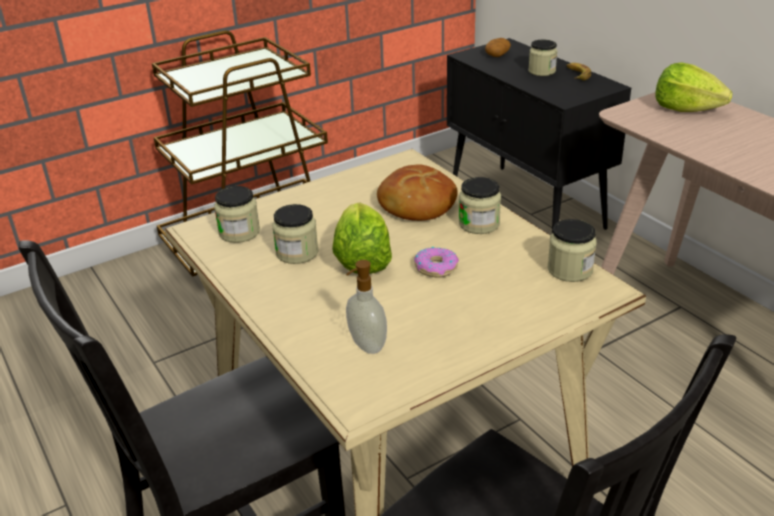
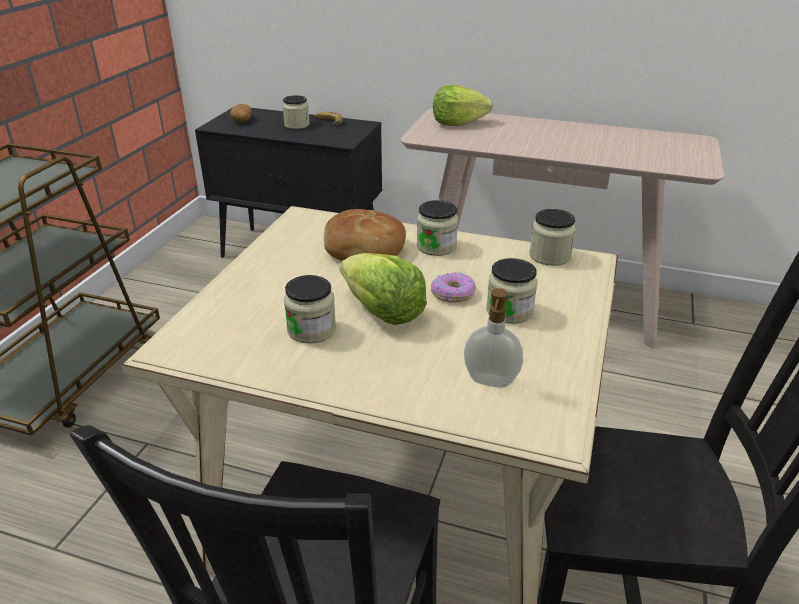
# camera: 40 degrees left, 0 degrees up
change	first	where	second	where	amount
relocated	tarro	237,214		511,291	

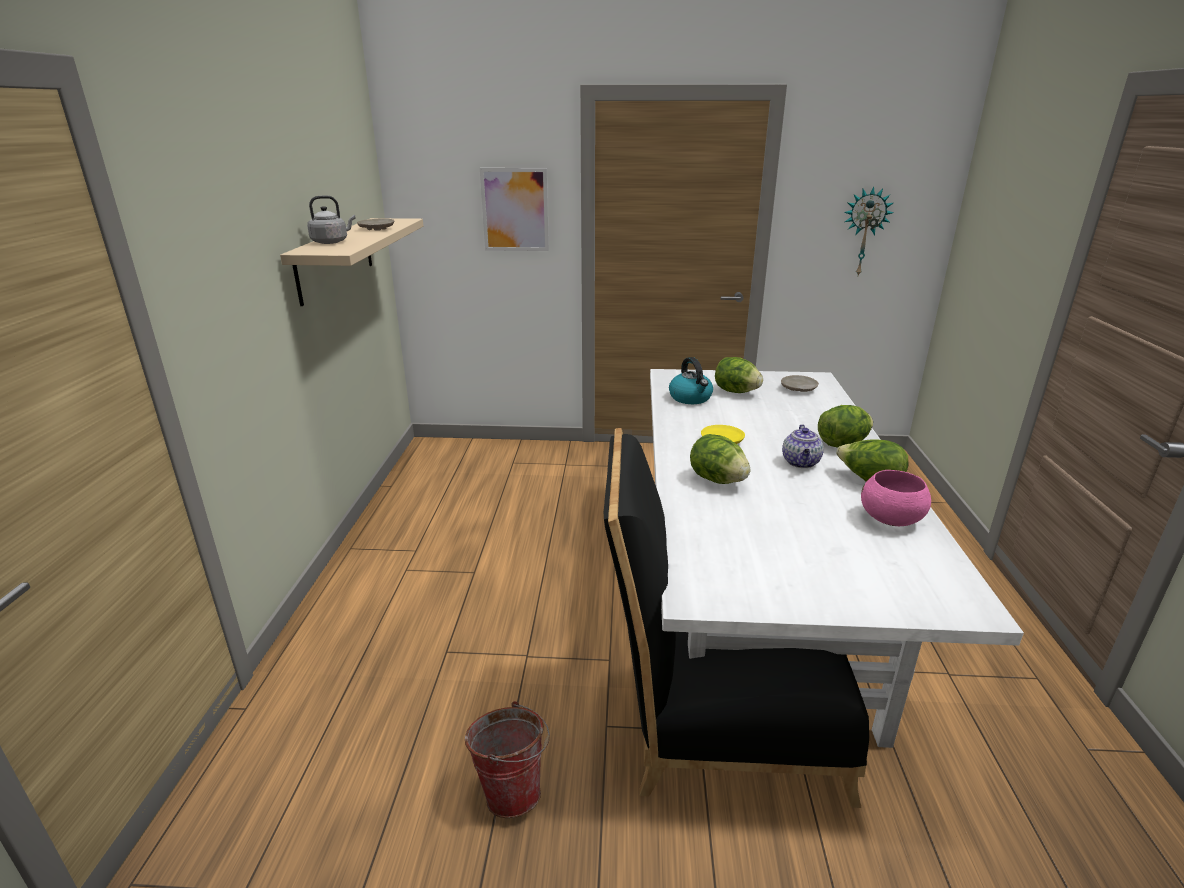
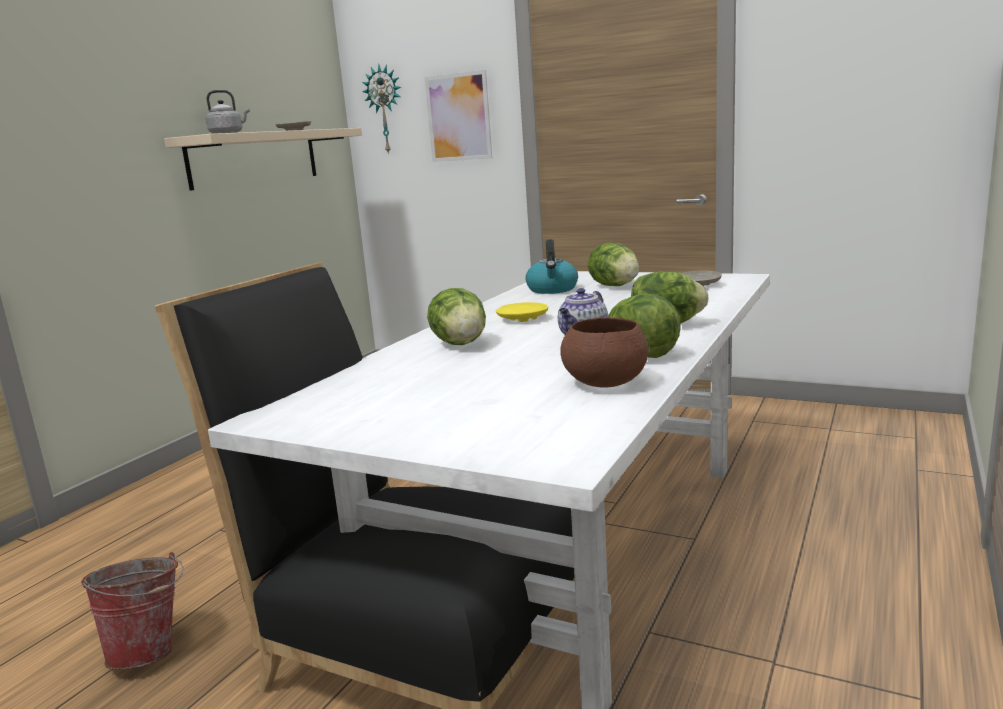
# camera: 25 degrees right, 10 degrees down
change	first	where	second	where	amount
relocated	reloj de pared	869,231		381,109	
colour	cuenco (rosa)	896,498	cuenco (marrón)	604,352	

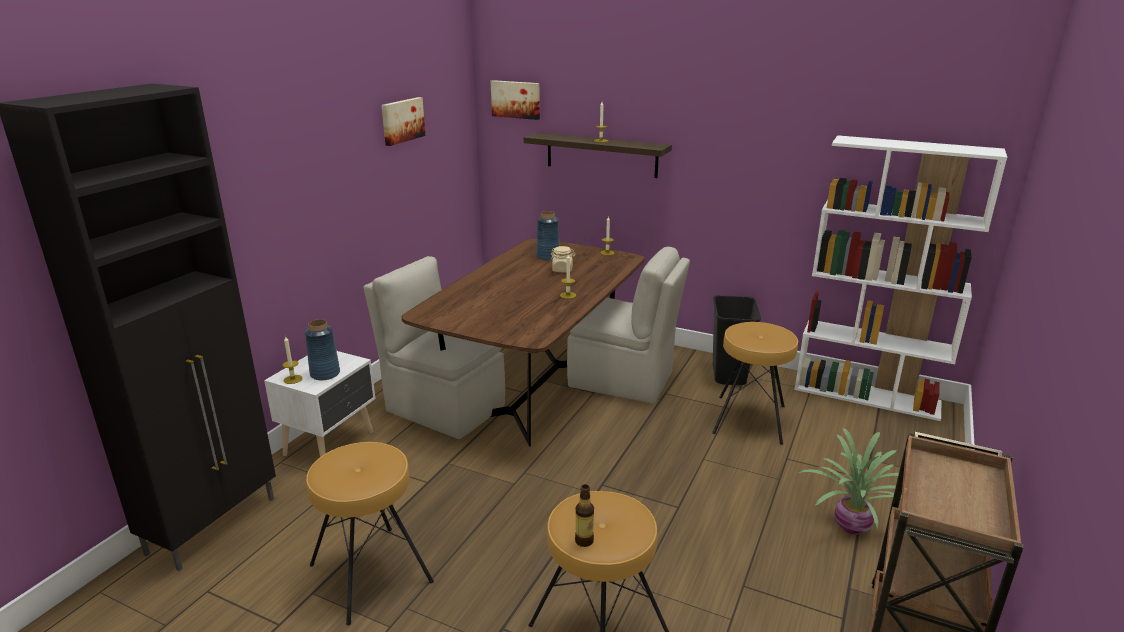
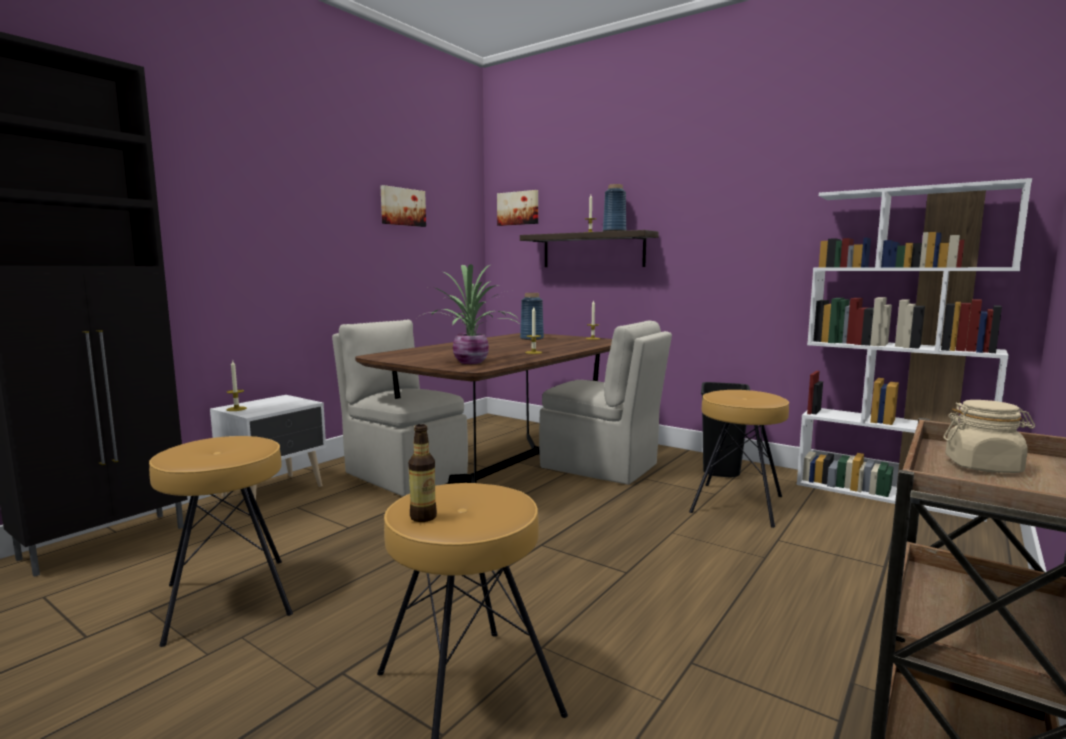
# camera: 10 degrees right, 15 degrees down
change	first	where	second	where	amount
relocated	tarro (beis)	563,259		989,436	
relocated	florero (azul)	322,349		614,207	
relocated	planta en maceta	850,481		468,314	

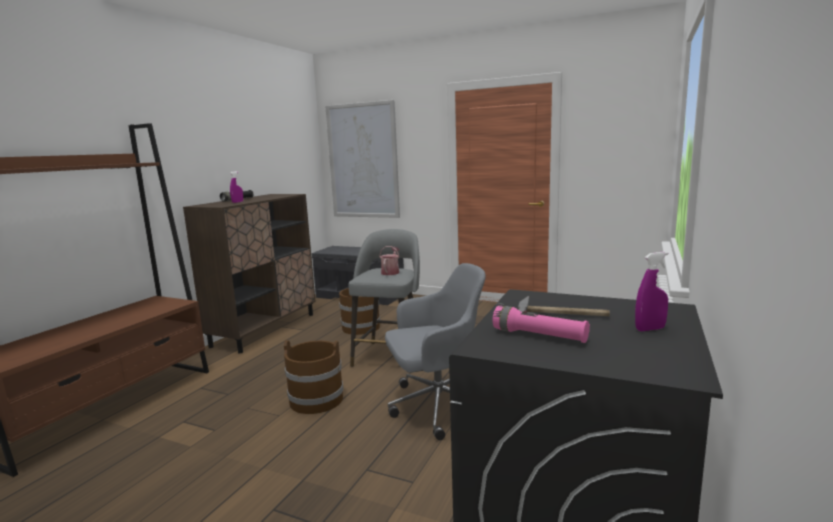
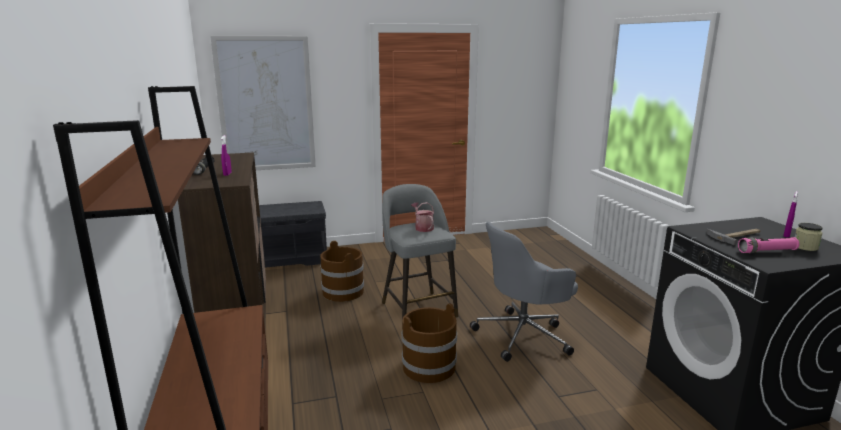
# camera: 40 degrees left, 5 degrees up
change	first	where	second	where	amount
spun	silla de oficina (gris)	435,351		524,292	150 degrees counterclockwise
appeared			tarro	809,237	

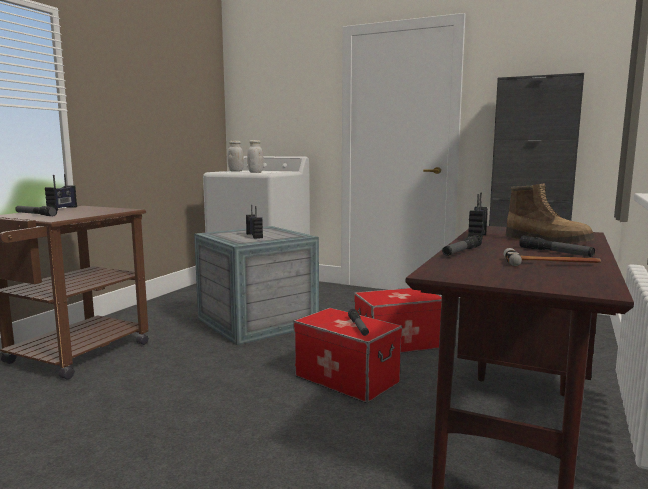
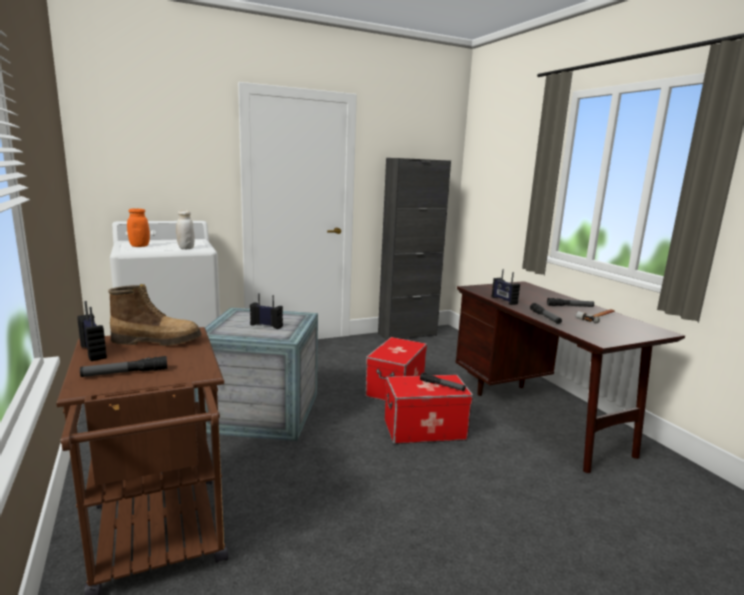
# camera: 50 degrees left, 5 degrees up
change	first	where	second	where	amount
colour	tarro (blanco)	235,156	tarro (naranja)	138,227	
relocated	bota	550,213		155,315	

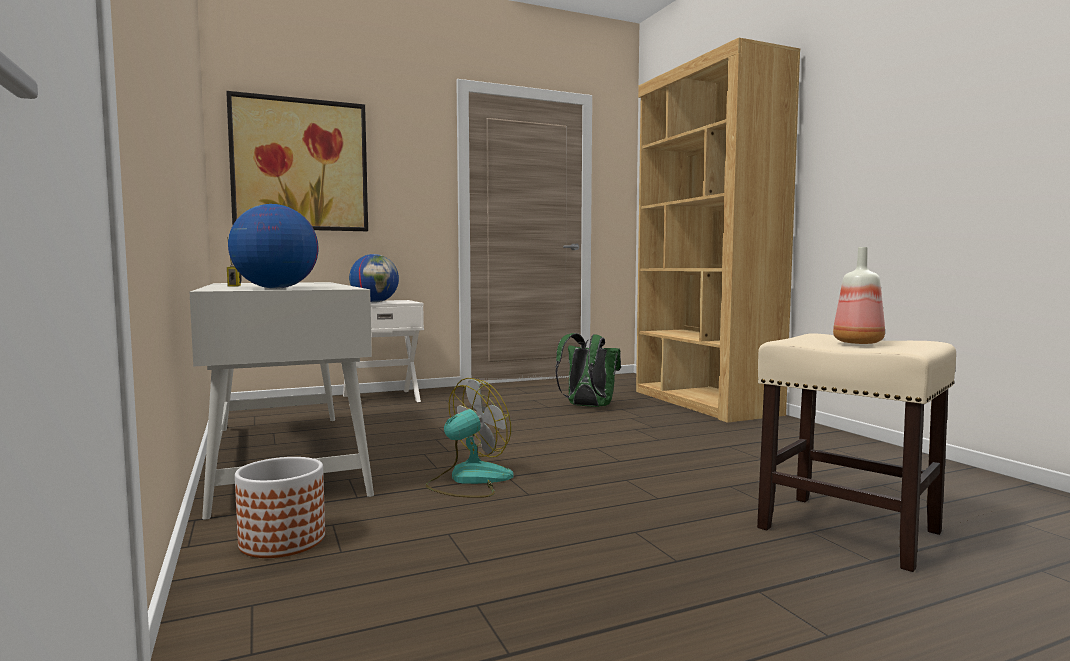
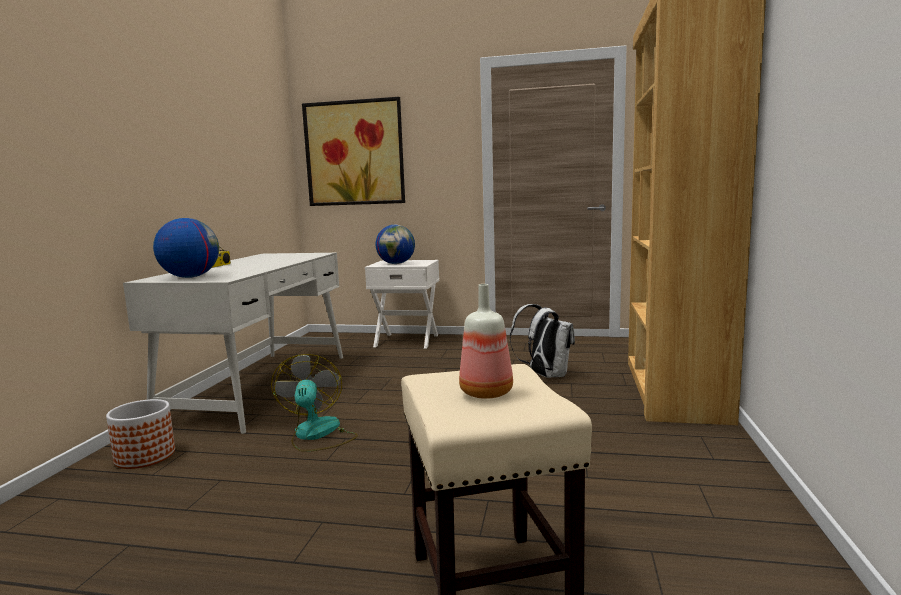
# camera: 35 degrees right, 5 degrees up
change	first	where	second	where	amount
colour	mochila (verde)	588,370	mochila (blanco)	542,341	
spun	ventilador	470,438		314,403	90 degrees counterclockwise

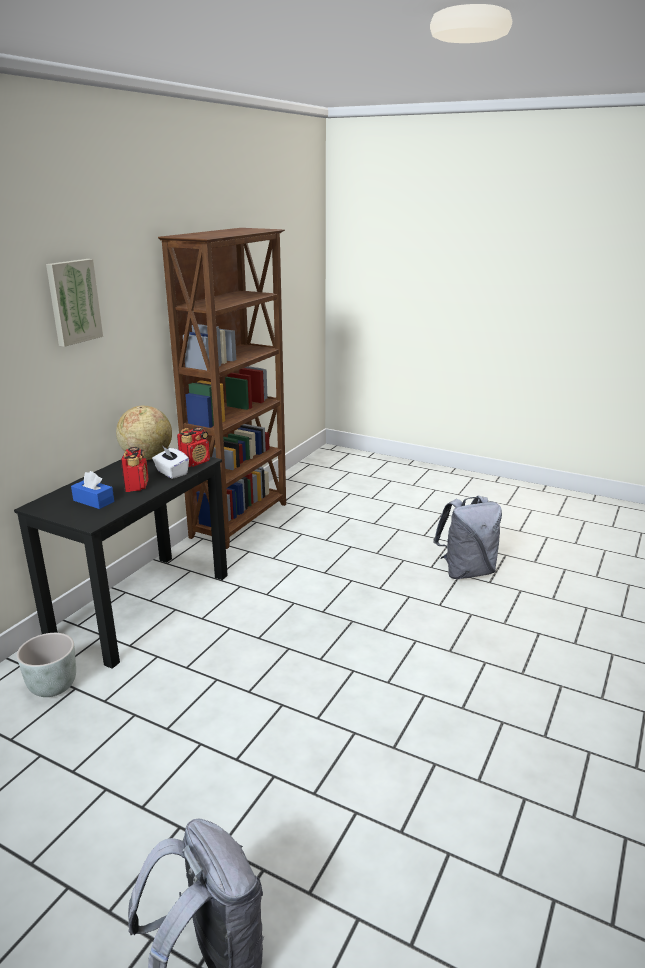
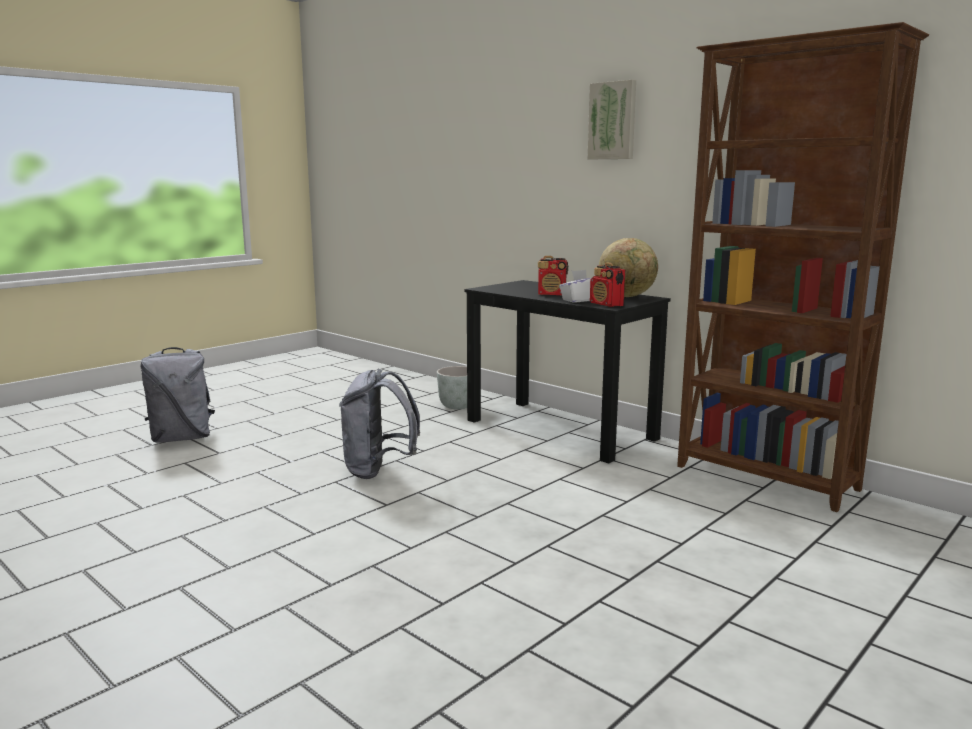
# camera: 105 degrees right, 10 degrees down
change	first	where	second	where	amount
missing	caja de pañuelos (azul)	92,490			
relocated	mochila (gris)	467,537		379,424	

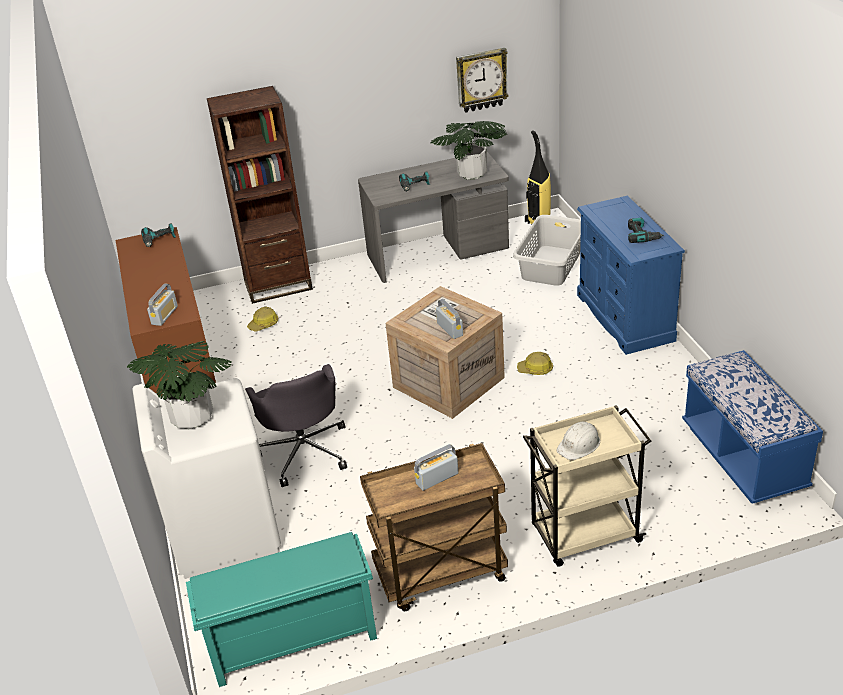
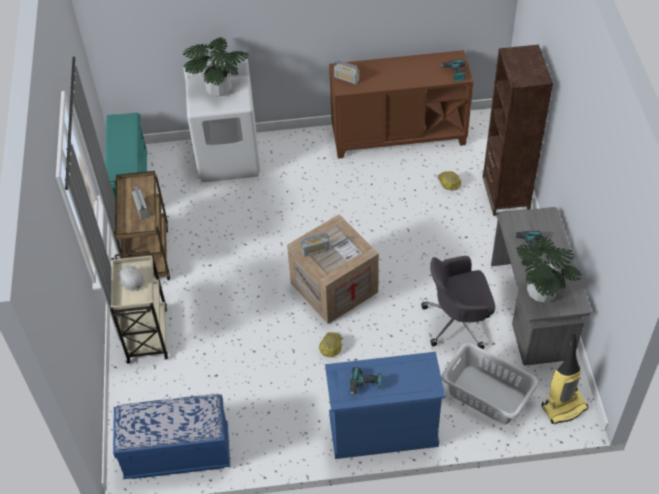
# camera: 100 degrees right, 15 degrees up
change	first	where	second	where	amount
missing	reloj de pared	482,80			
relocated	silla de oficina (gris)	296,425		458,302	

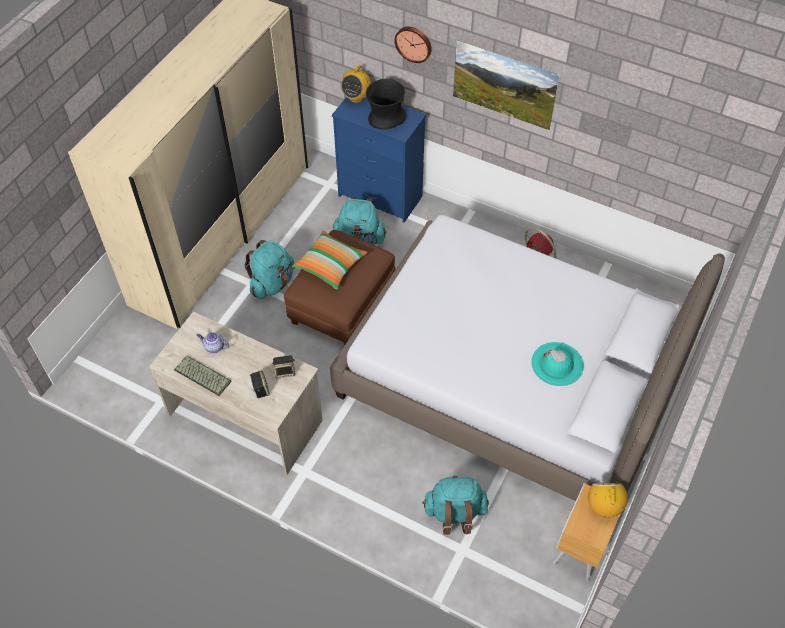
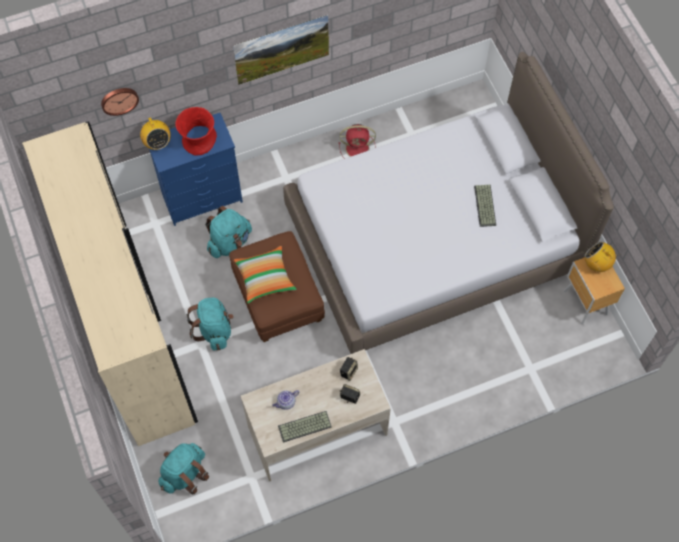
# camera: 50 degrees left, 10 degrees up
change	first	where	second	where	amount
relocated	reloj de pared	413,45		120,102	
colour	florero (negro)	386,104	florero (rojo)	196,131	
exchanged	sombrero (turquesa)	557,364	teclado	485,206	
relocated	mochila (turquesa)	455,505		183,468	

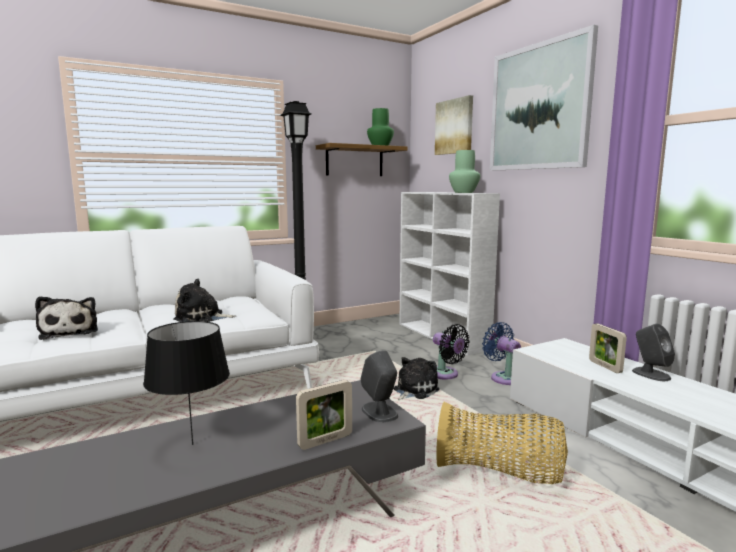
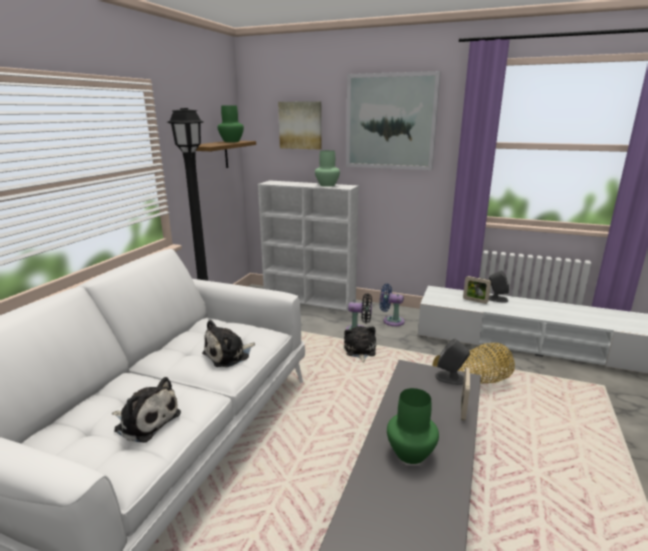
# camera: 40 degrees left, 10 degrees up
change	first	where	second	where	amount
exchanged	lámpara de mesa (negro)	186,383	florero (verde)	413,426	

